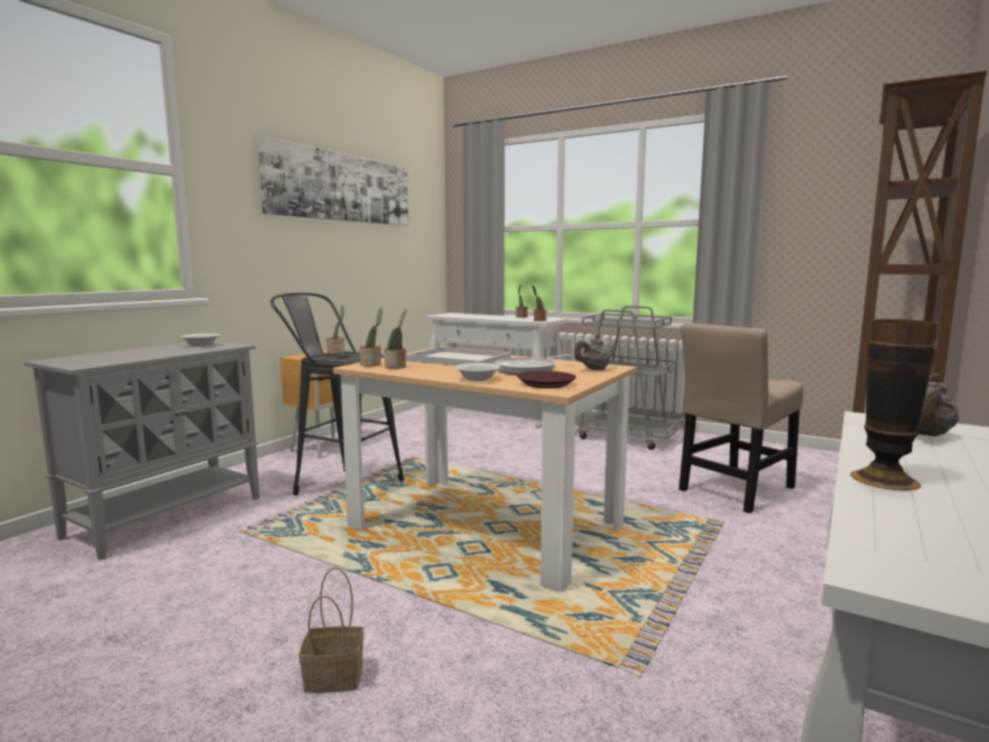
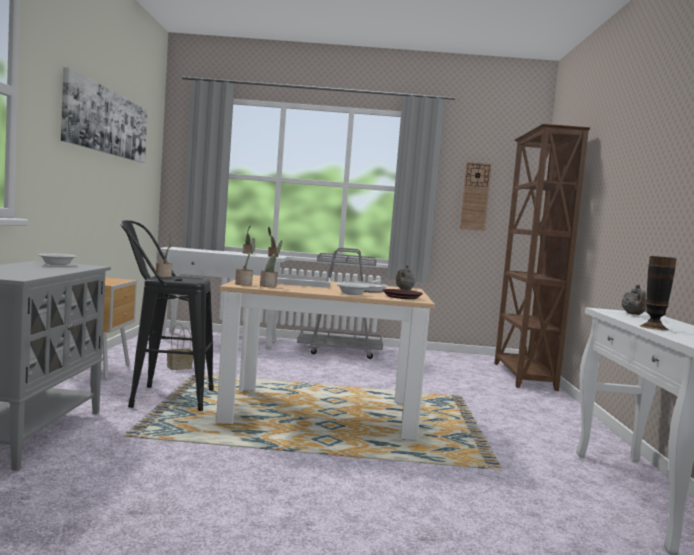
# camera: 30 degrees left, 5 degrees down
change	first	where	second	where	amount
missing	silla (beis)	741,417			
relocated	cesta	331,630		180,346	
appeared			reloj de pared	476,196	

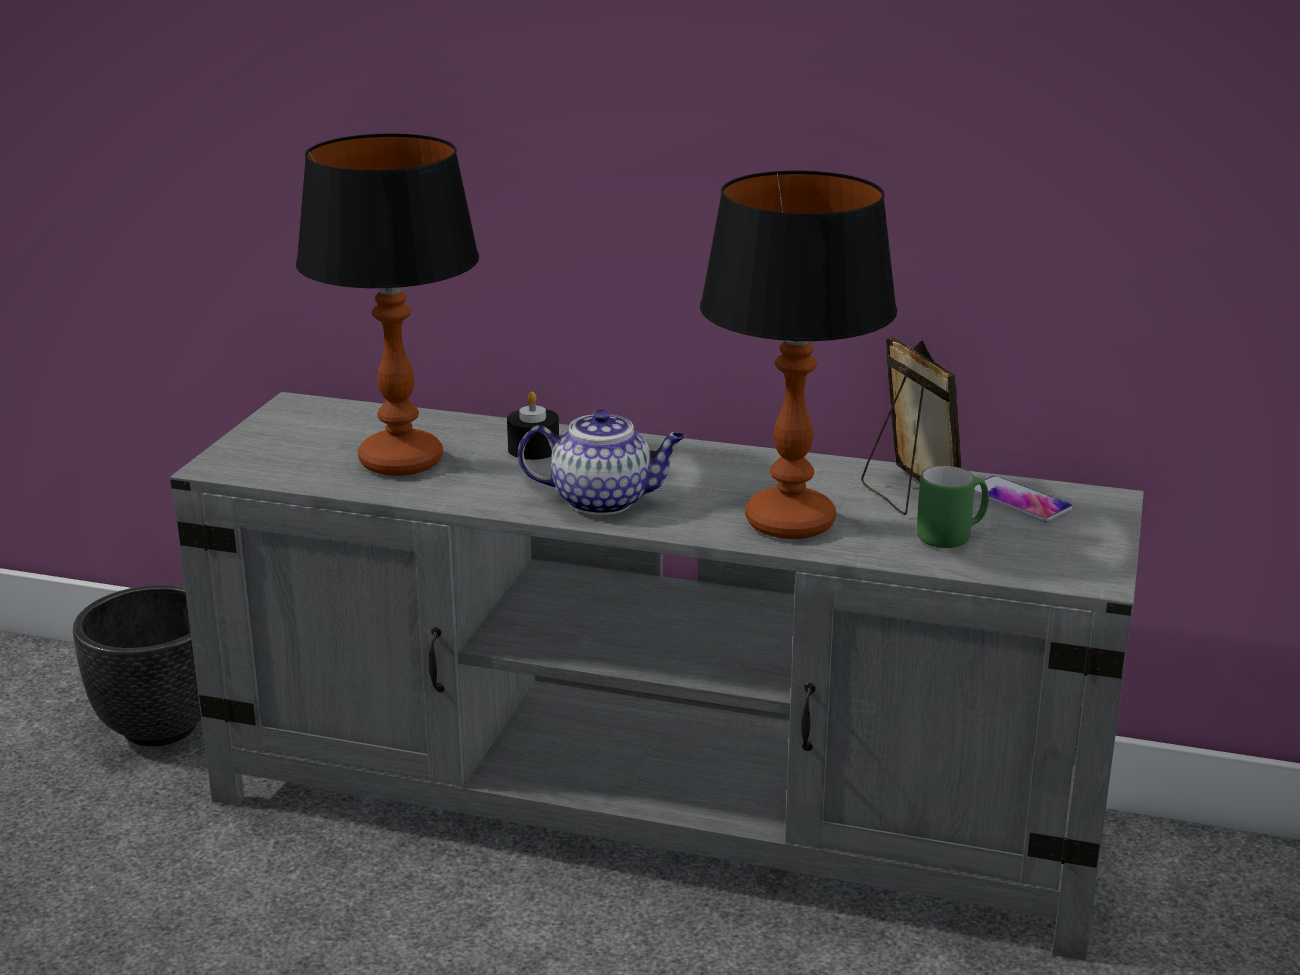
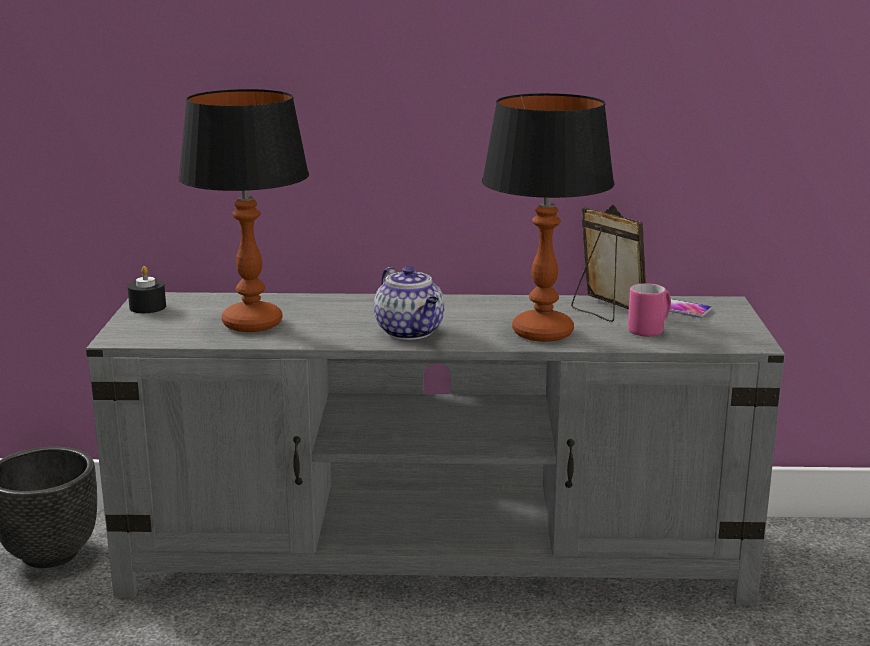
# camera: 15 degrees left, 5 degrees down
change	first	where	second	where	amount
relocated	vela (negro)	533,426		146,289	
spun	tetera	602,462		409,303	75 degrees clockwise
colour	taza grande (verde)	952,507	taza grande (rosa)	649,310	

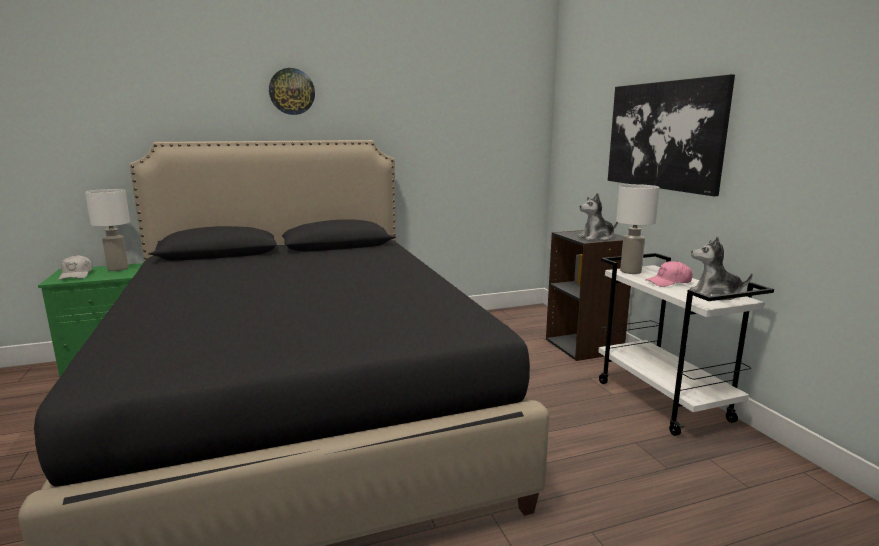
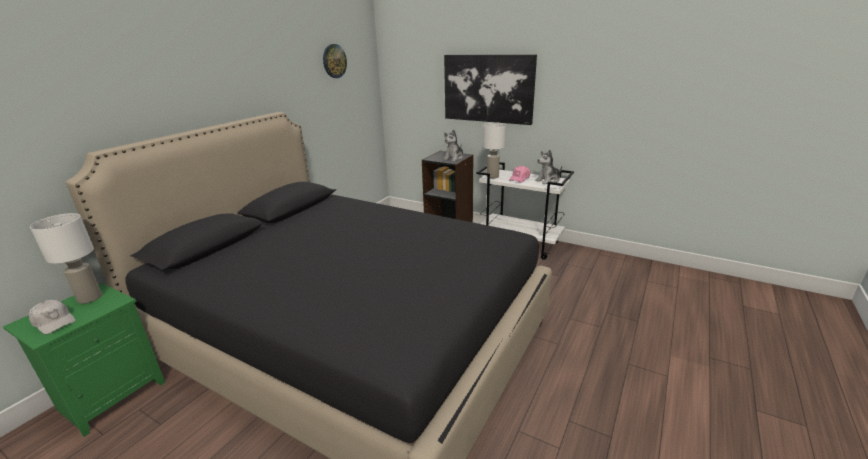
# camera: 40 degrees left, 10 degrees up
change	first	where	second	where	amount
relocated	reloj de pared	292,91		335,61	

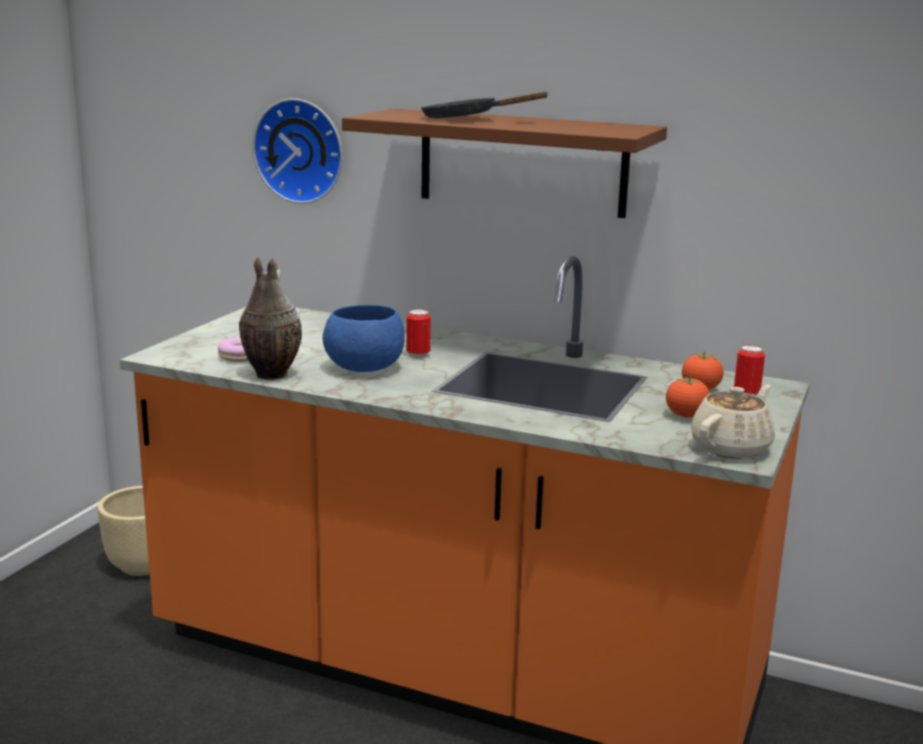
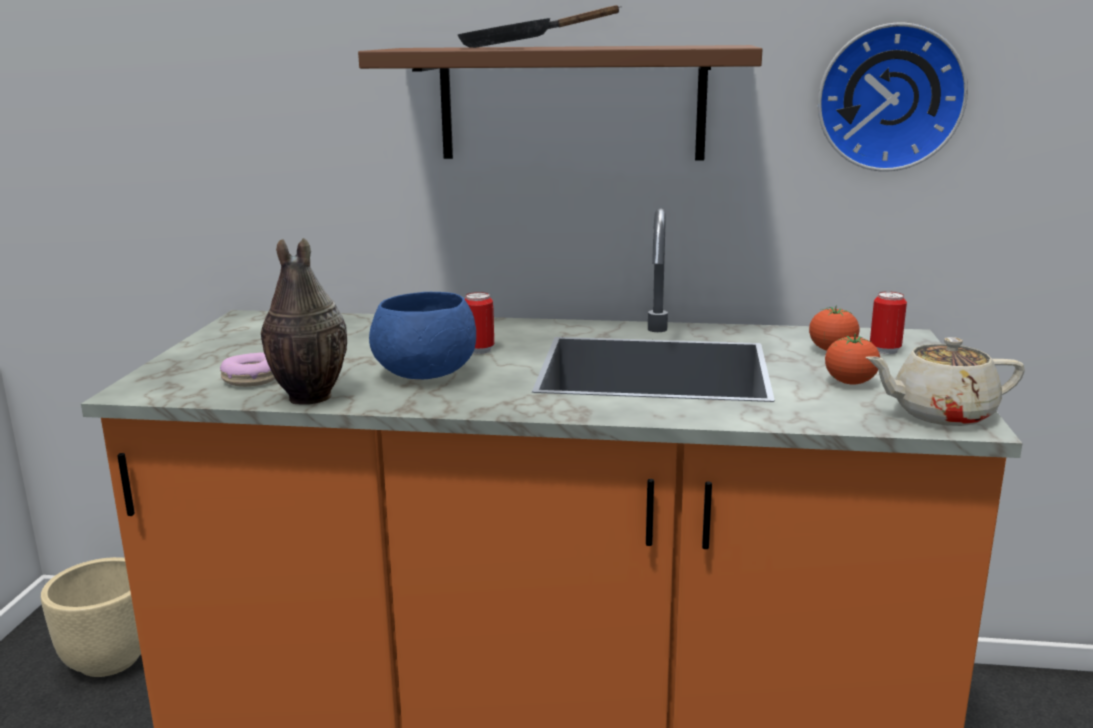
# camera: 15 degrees left, 0 degrees up
change	first	where	second	where	amount
relocated	reloj de pared	298,151		893,97	
spun	tetera (beis)	733,422		945,381	120 degrees counterclockwise

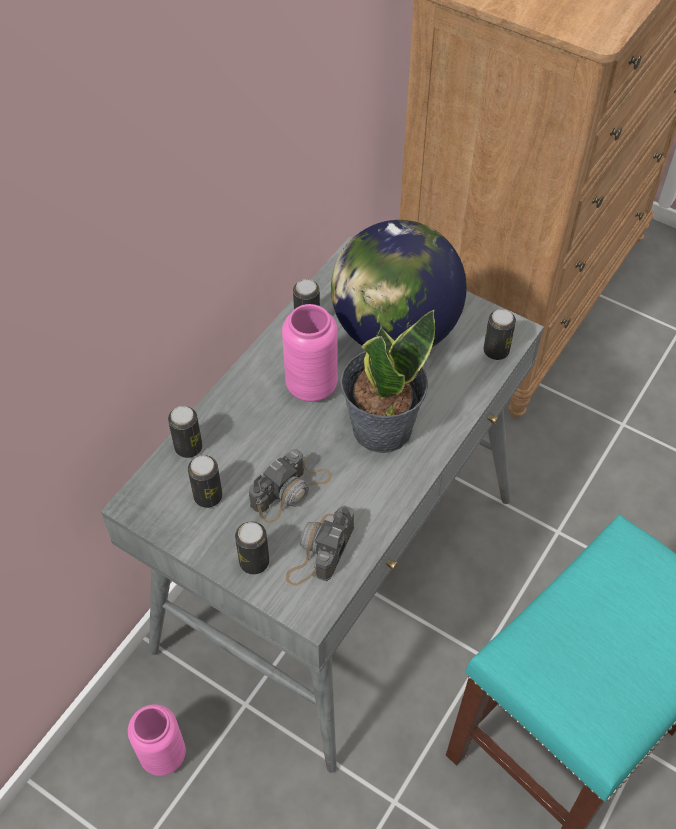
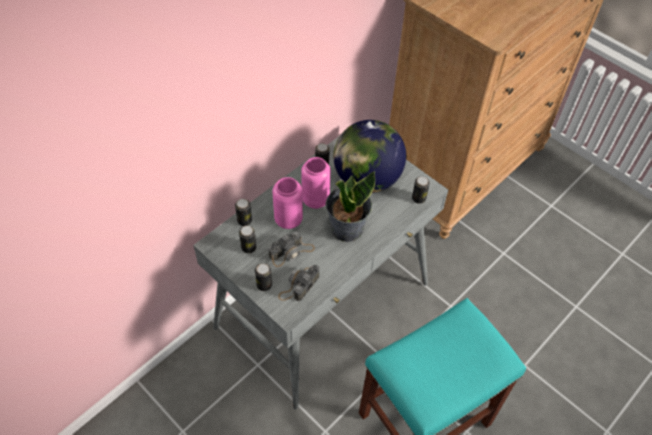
# camera: 10 degrees right, 0 degrees up
change	first	where	second	where	amount
relocated	florero (rosa)	157,740		287,203	

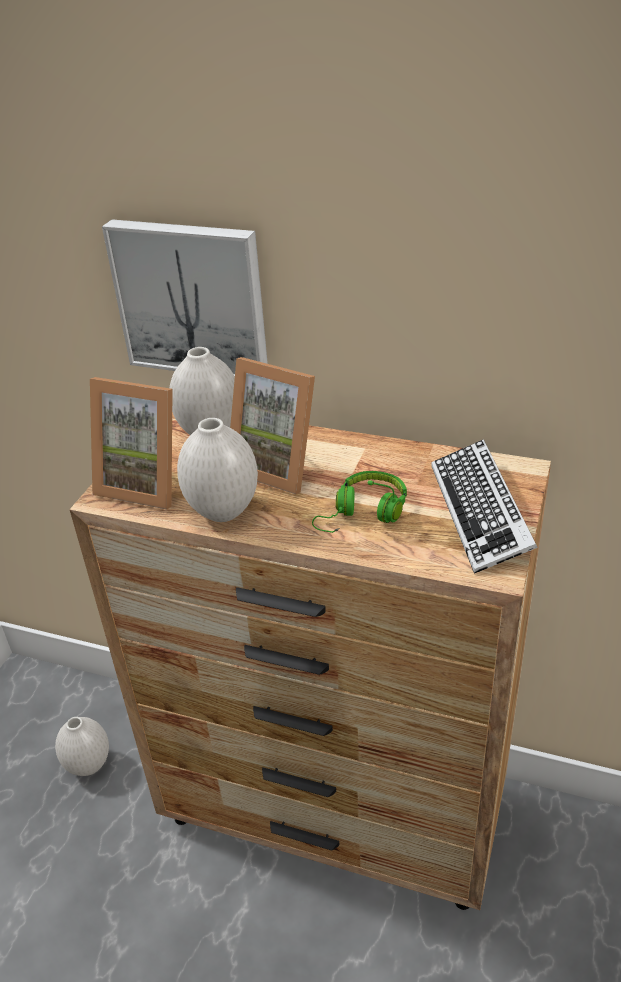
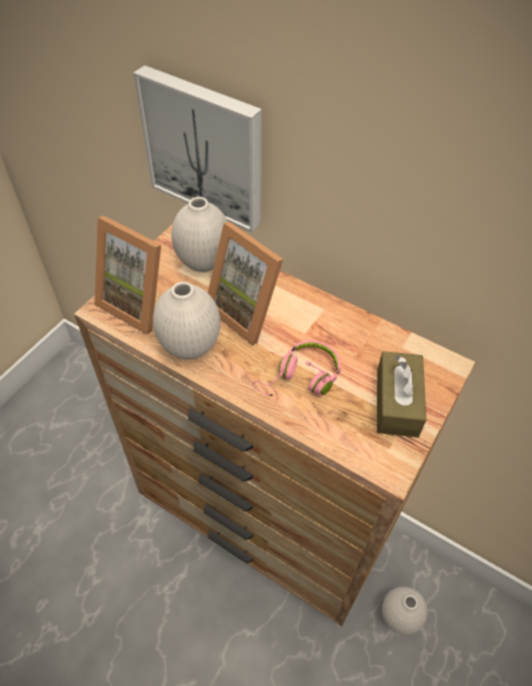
# camera: 10 degrees right, 15 degrees up
change	first	where	second	where	amount
exchanged	teclado	485,506	caja de pañuelos (marrón)	401,394	
colour	auriculares (verde)	359,502	auriculares (rosa)	297,368	
relocated	florero (blanco)	82,746		404,611	

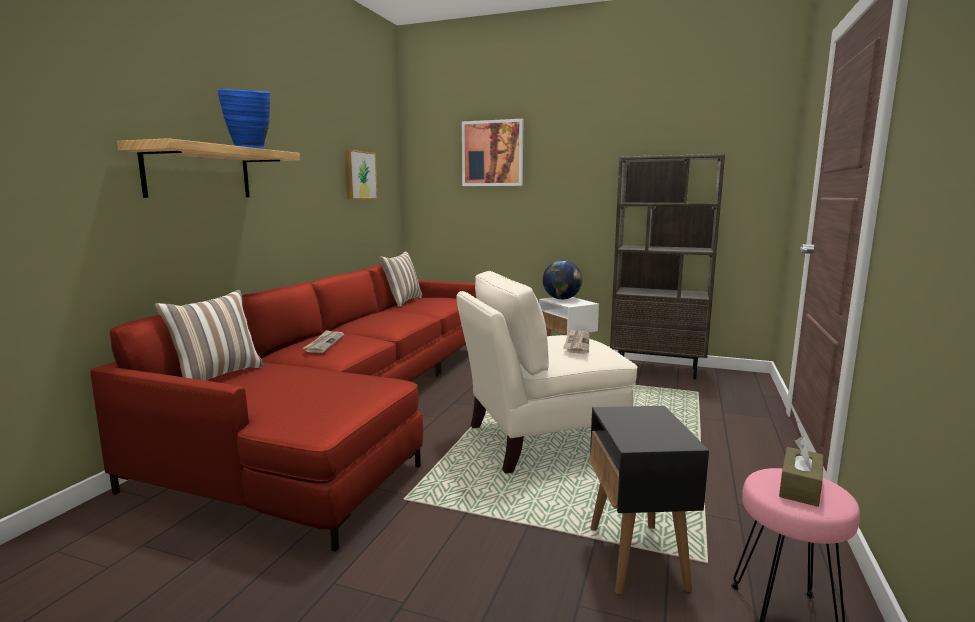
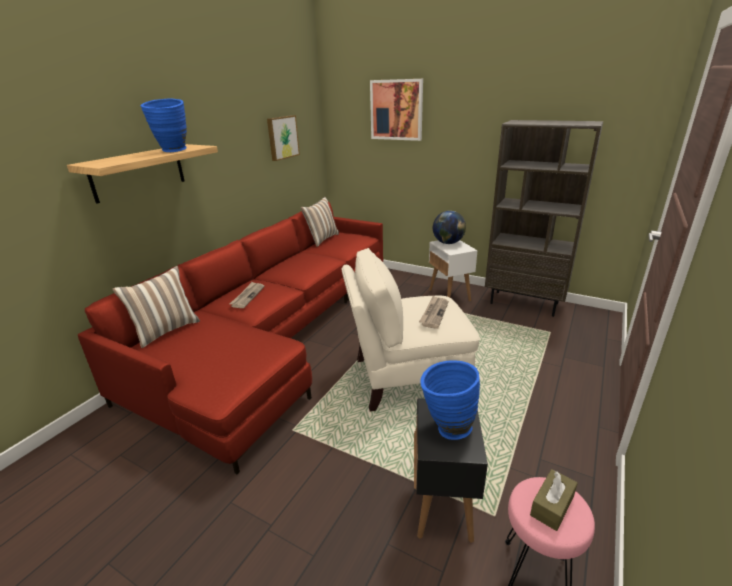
# camera: 10 degrees right, 15 degrees up
change	first	where	second	where	amount
appeared			florero (azul)	450,400	

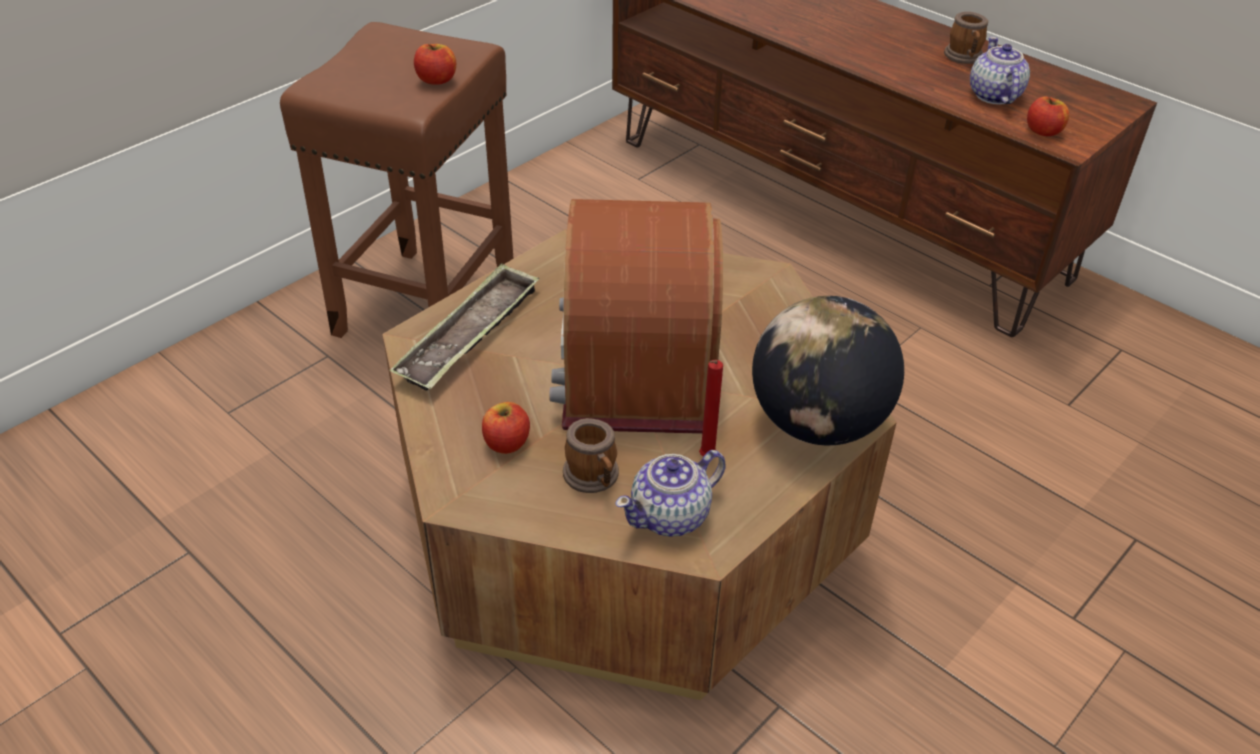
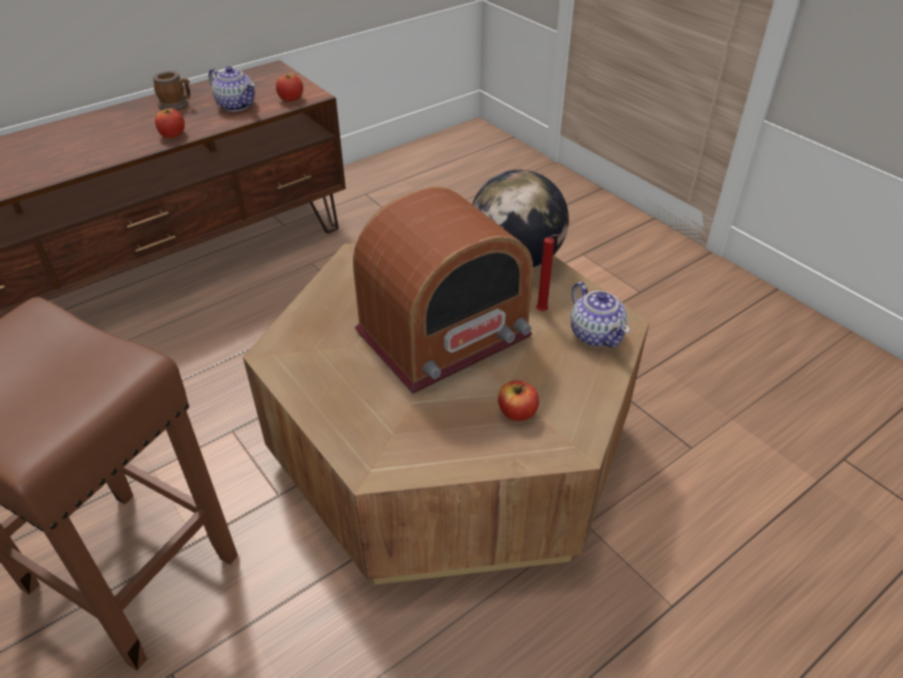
# camera: 80 degrees left, 0 degrees up
change	first	where	second	where	amount
spun	tetera	1000,70		231,88	150 degrees counterclockwise
relocated	manzana	435,64		170,123	
spun	radio	636,316		443,290	45 degrees counterclockwise
missing	bandeja	464,327			
missing	taza grande	591,455			

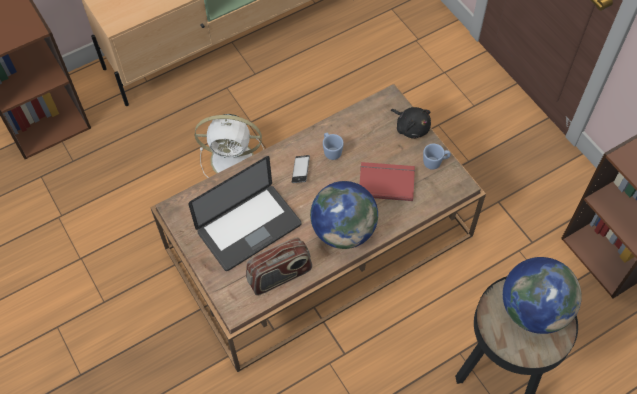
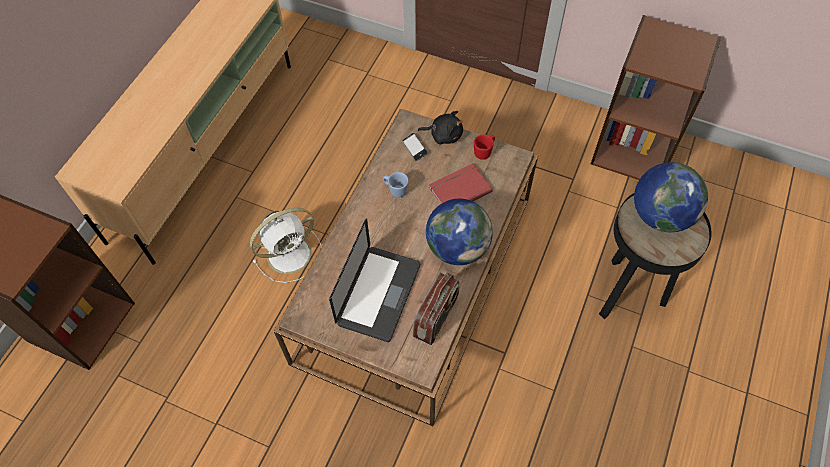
# camera: 35 degrees left, 0 degrees up
change	first	where	second	where	amount
colour	taza grande (azul)	437,157	taza grande (rojo)	484,147	
relocated	móvil	301,169		415,147	

